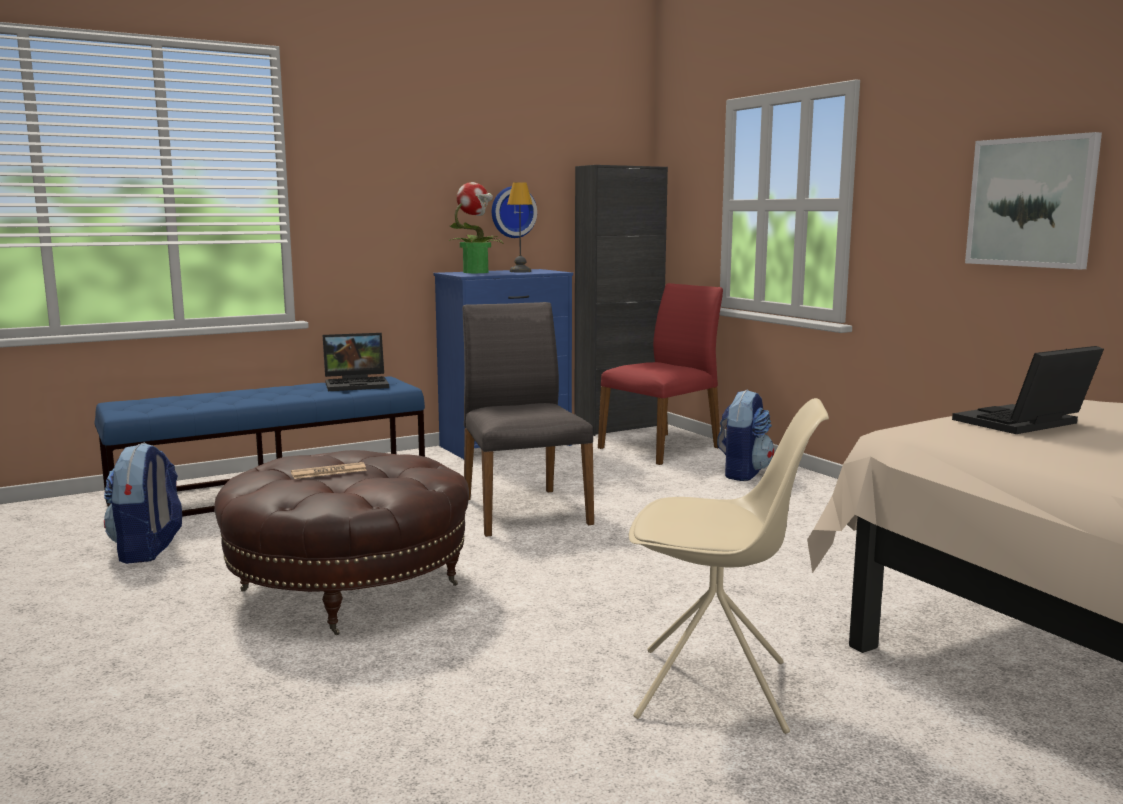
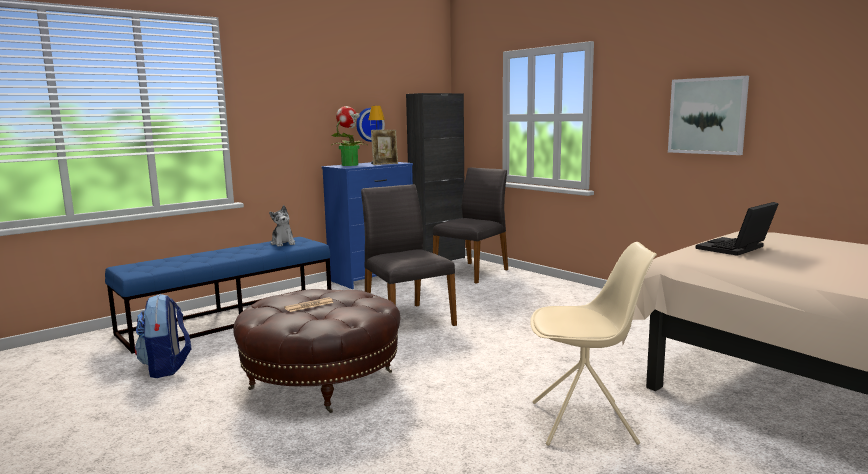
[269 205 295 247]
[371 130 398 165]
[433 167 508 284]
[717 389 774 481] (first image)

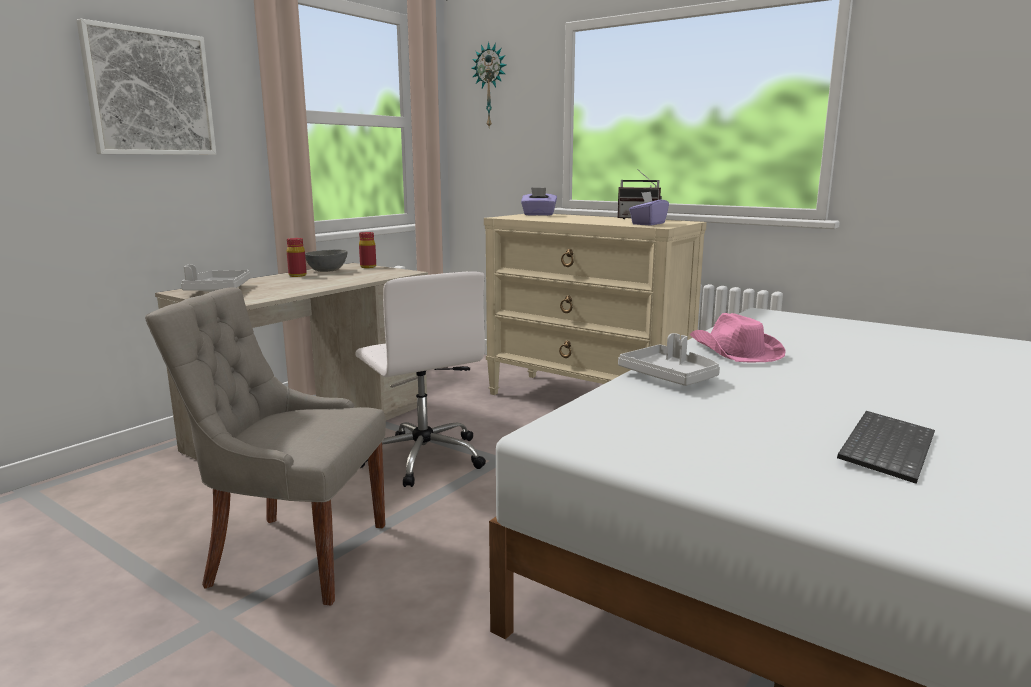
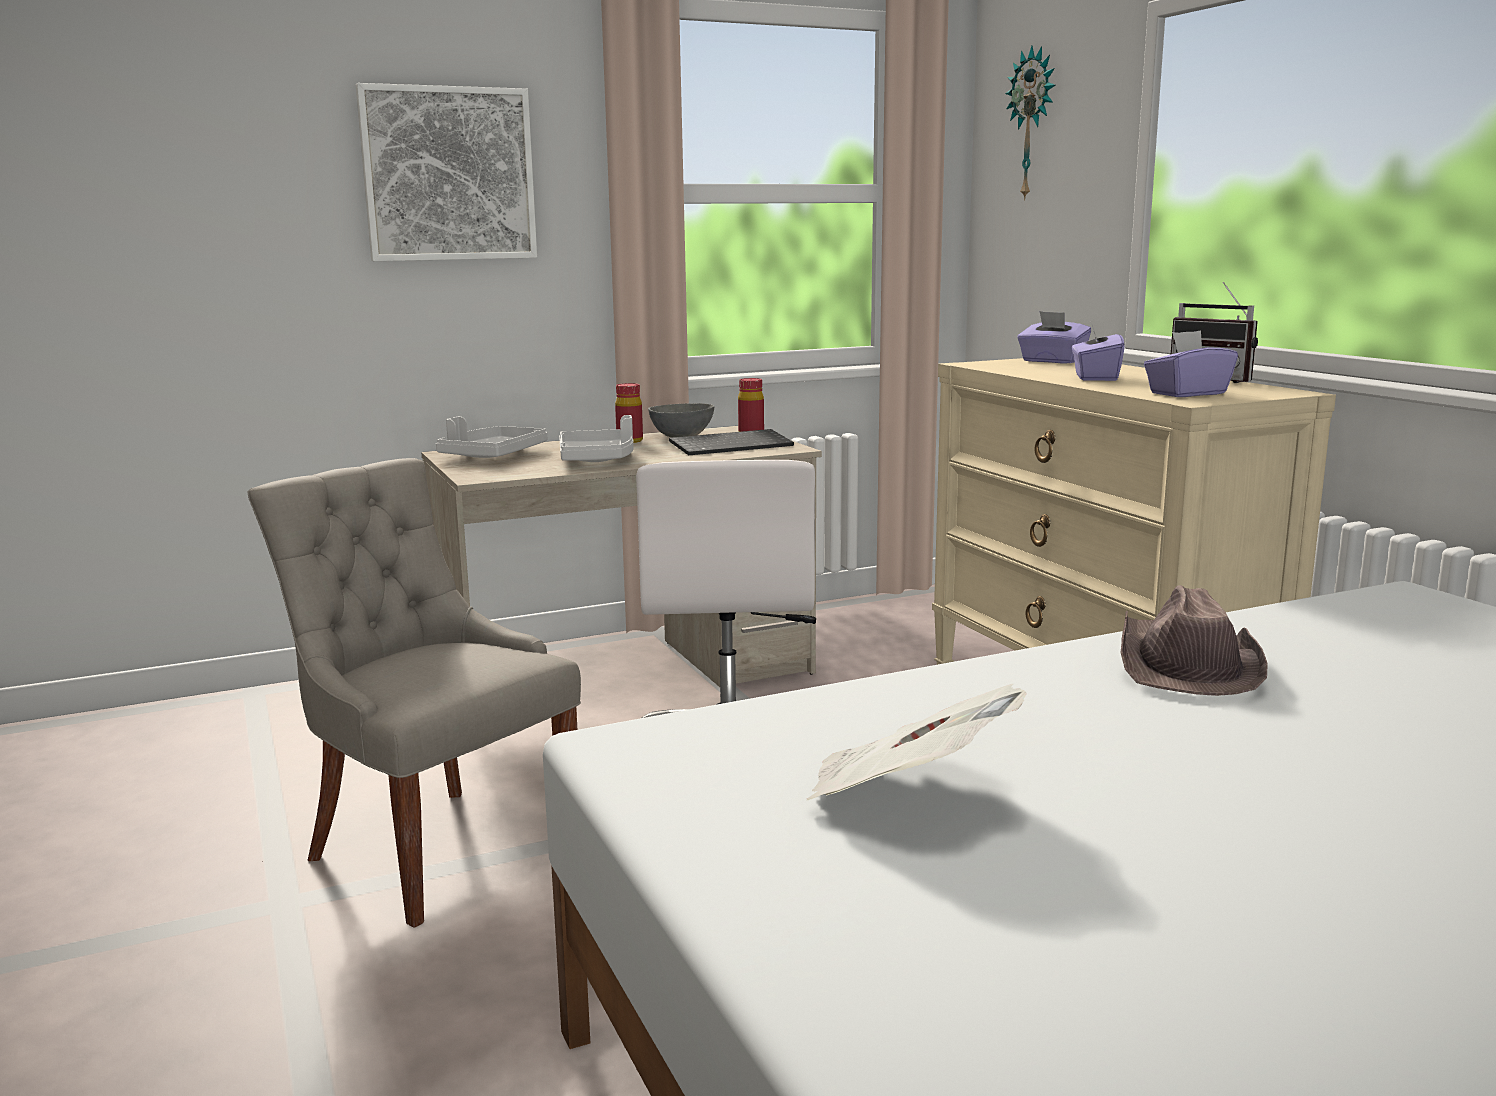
[559 415 634 462]
[669 429 794 455]
[806 684 1026 801]
[1072 323 1125 381]
[1121 585 1268 696]

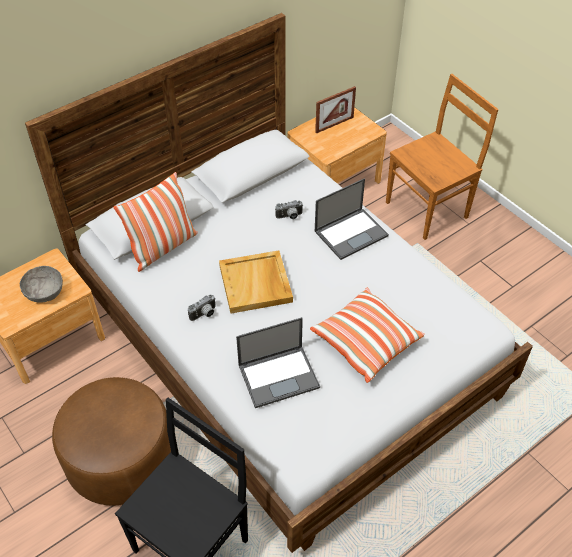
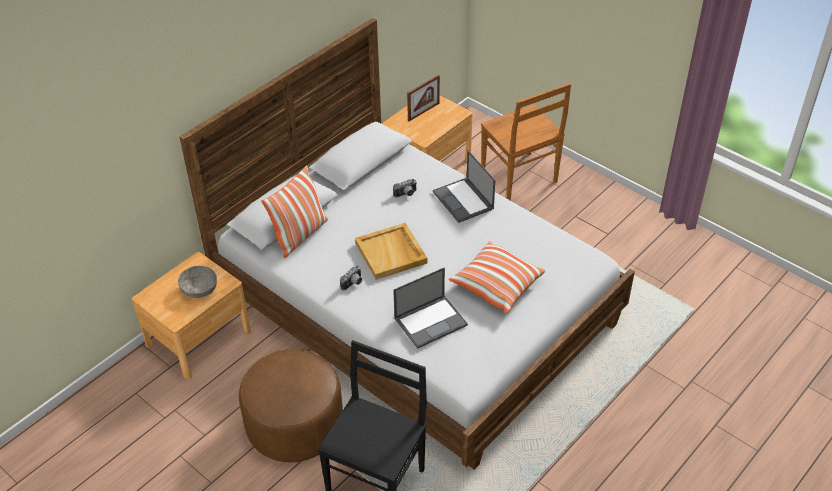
[433 150 495 223]
[481 83 571 201]

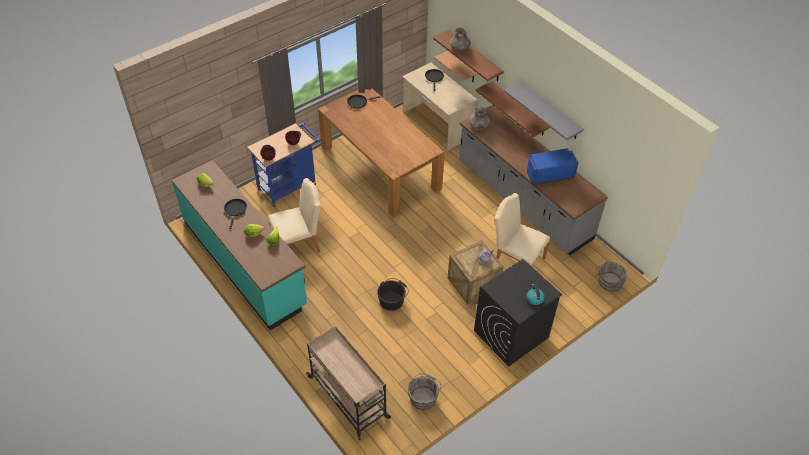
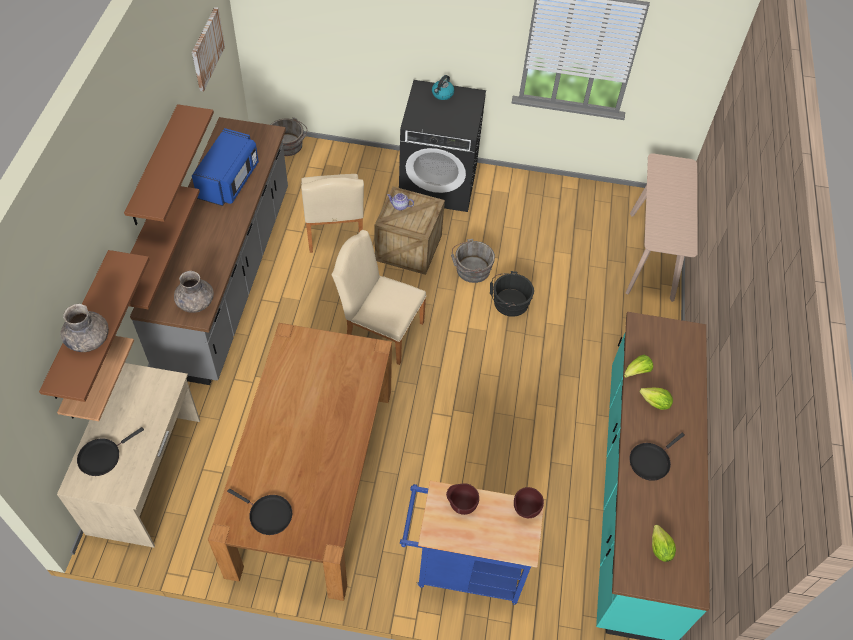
[124 104 214 225]
[192 7 225 92]
[192 128 259 206]
[332 230 426 365]
[451 239 495 283]
[626 153 698 302]

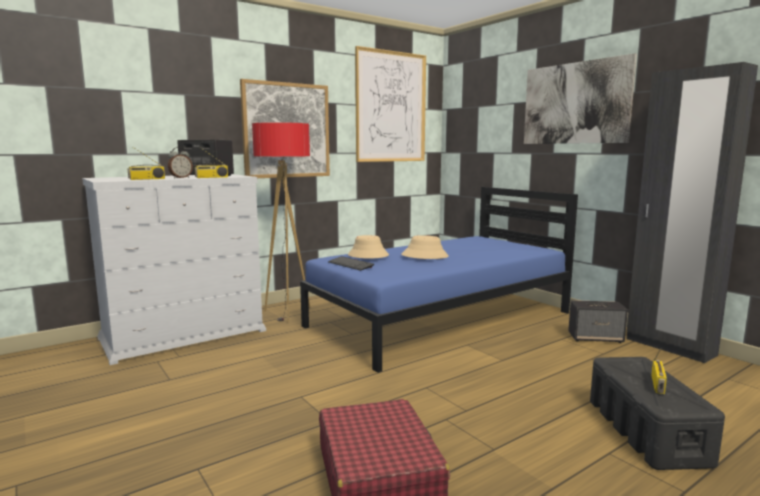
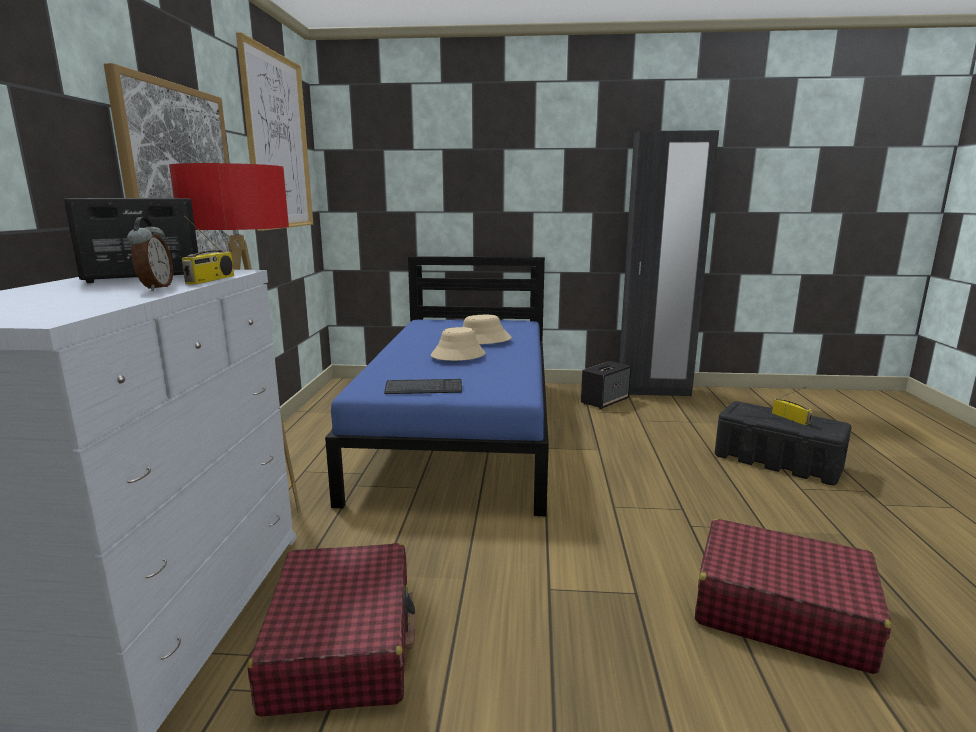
[248 543 415 717]
[462 315 512 344]
[127 147 165 180] (first image)
[524 53 637 144] (first image)

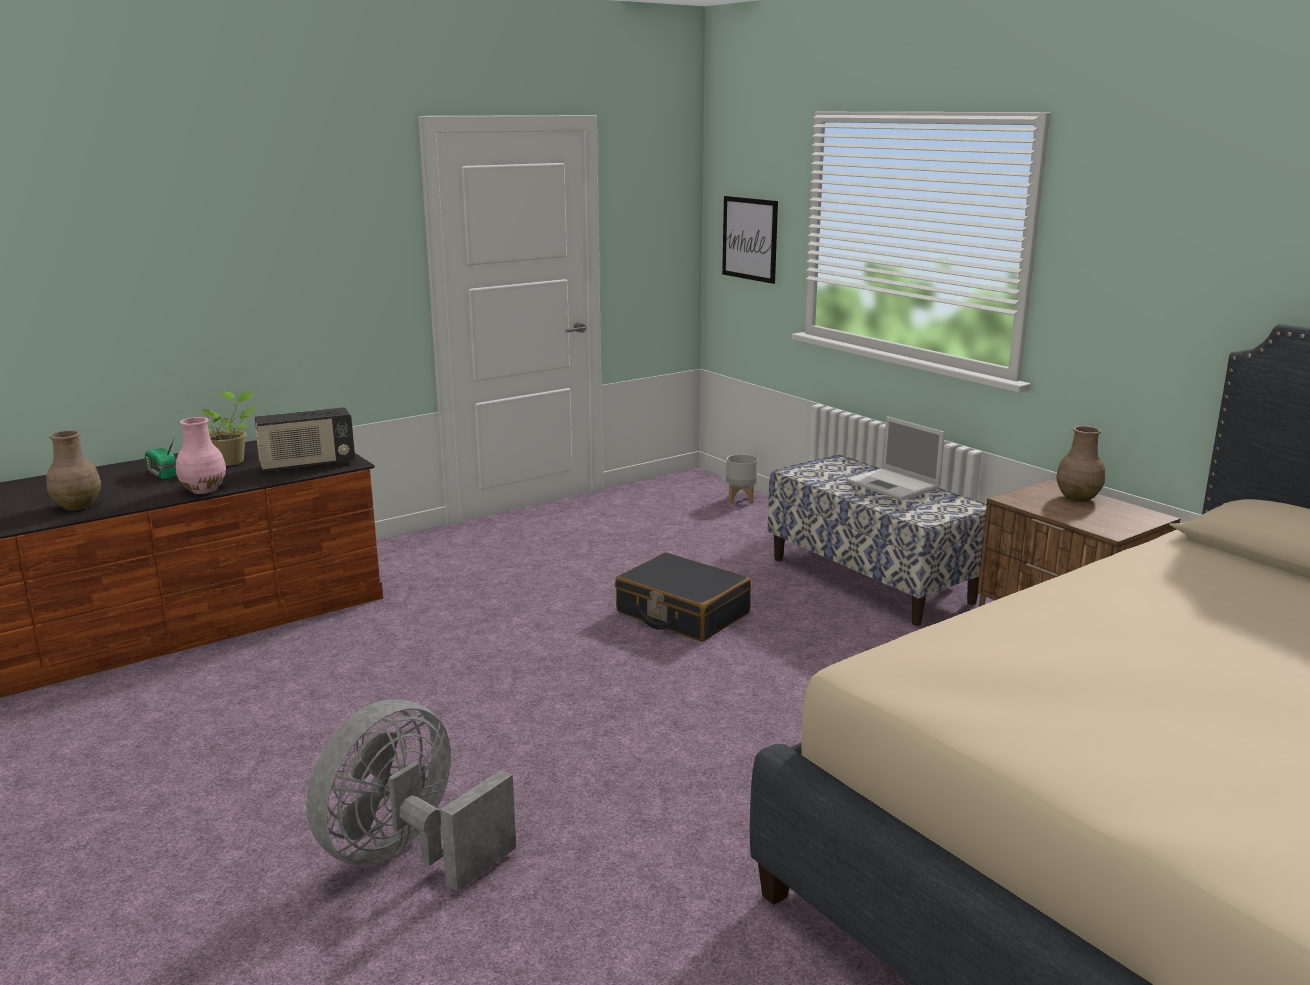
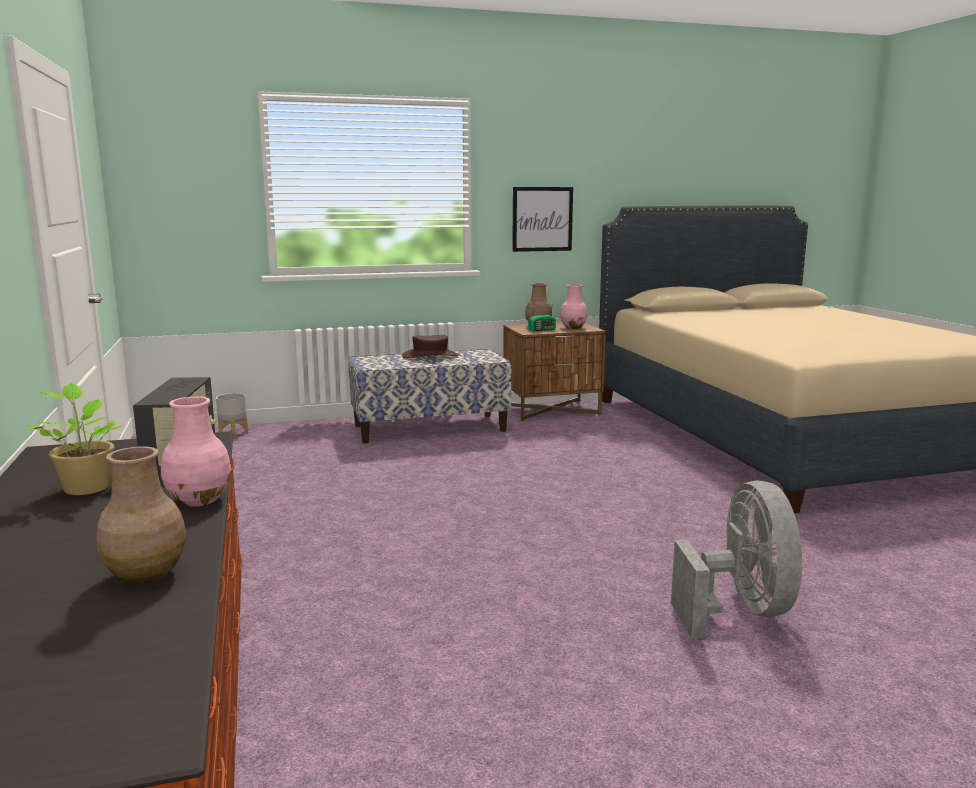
[402 335 459 358]
[512 187 573 252]
[528 304 556 332]
[560 284 587 329]
[671 480 802 639]
[615 552 751 642] (first image)

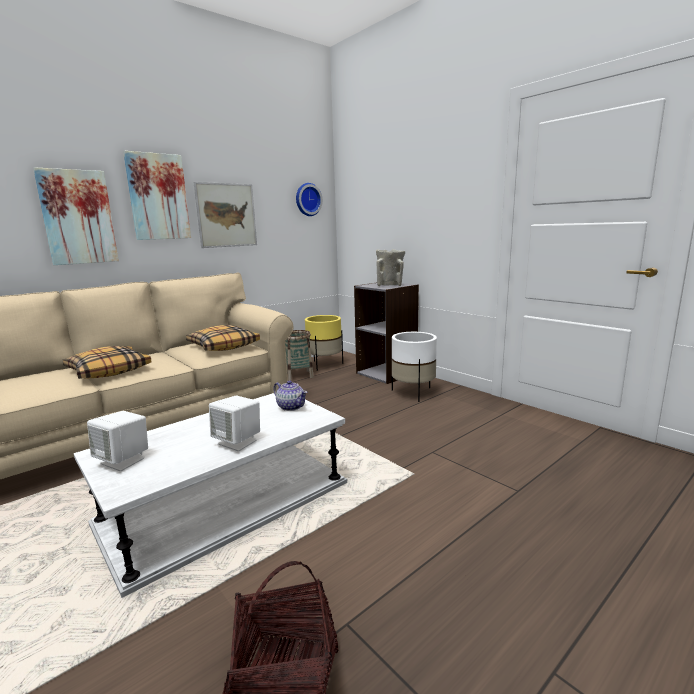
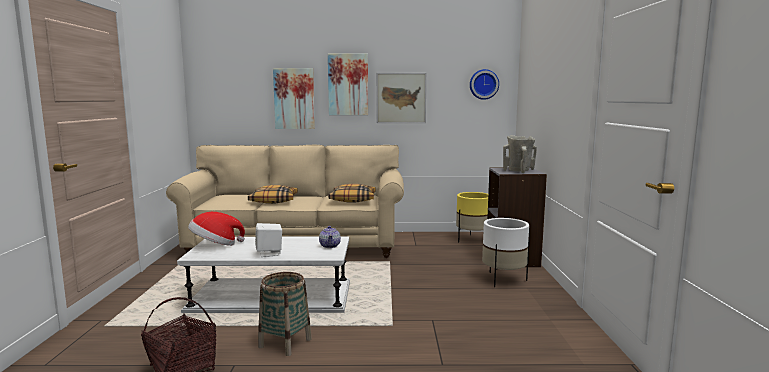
[188 212 245 246]
[258 272 312 356]

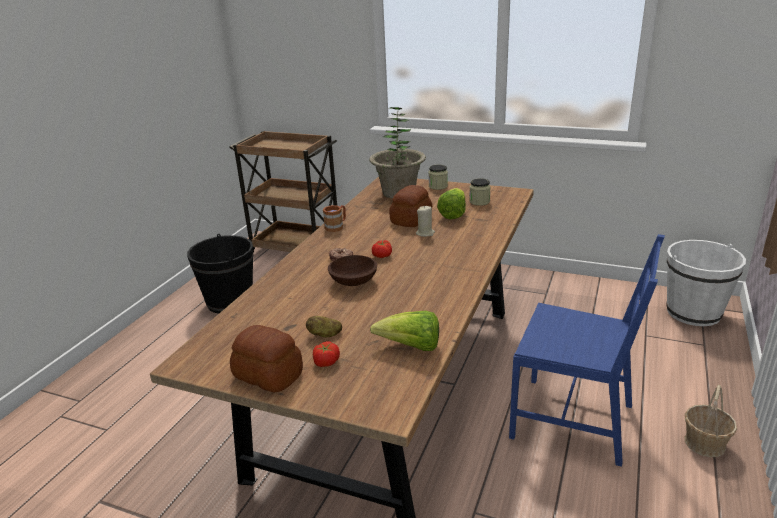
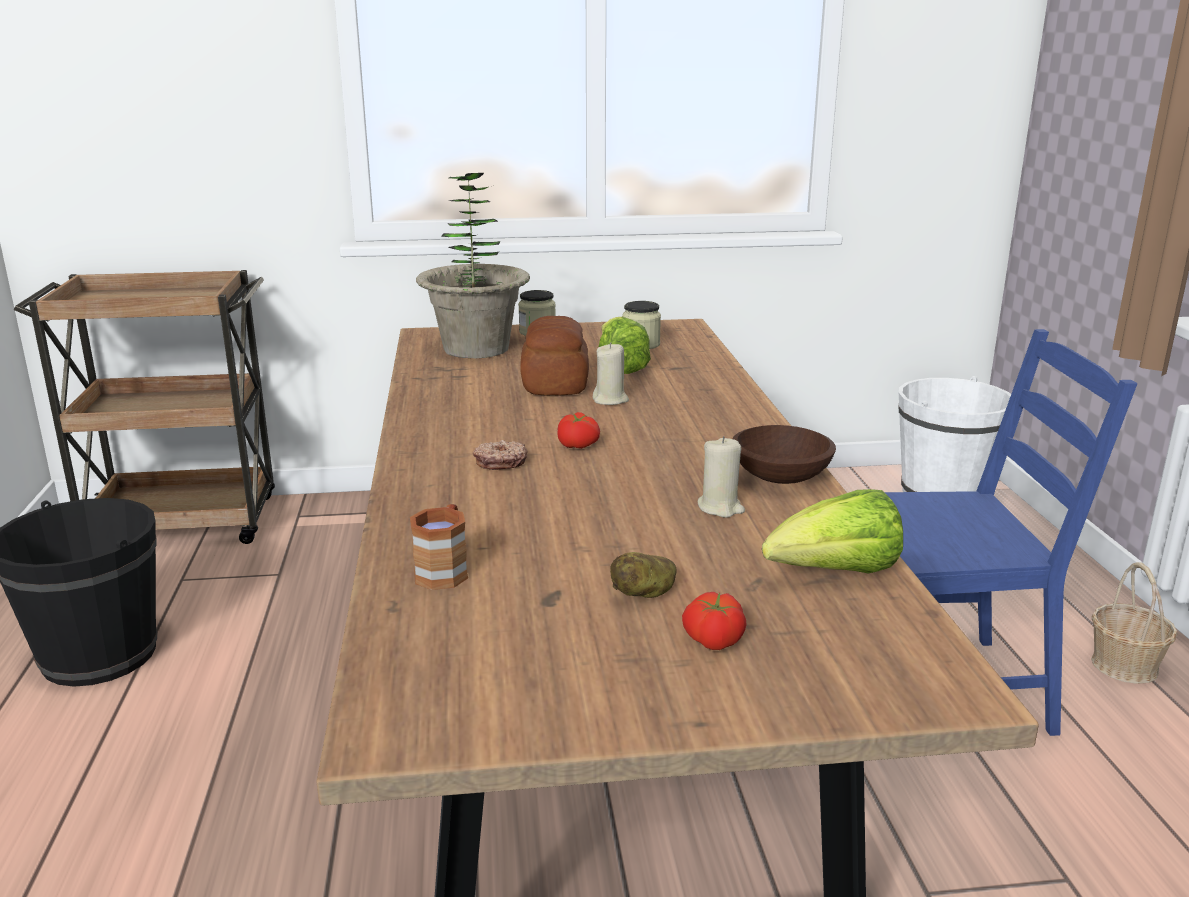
[410 504 468 590]
[698 436 745 518]
[732 425 836 484]
[230 325 303 393] (first image)

